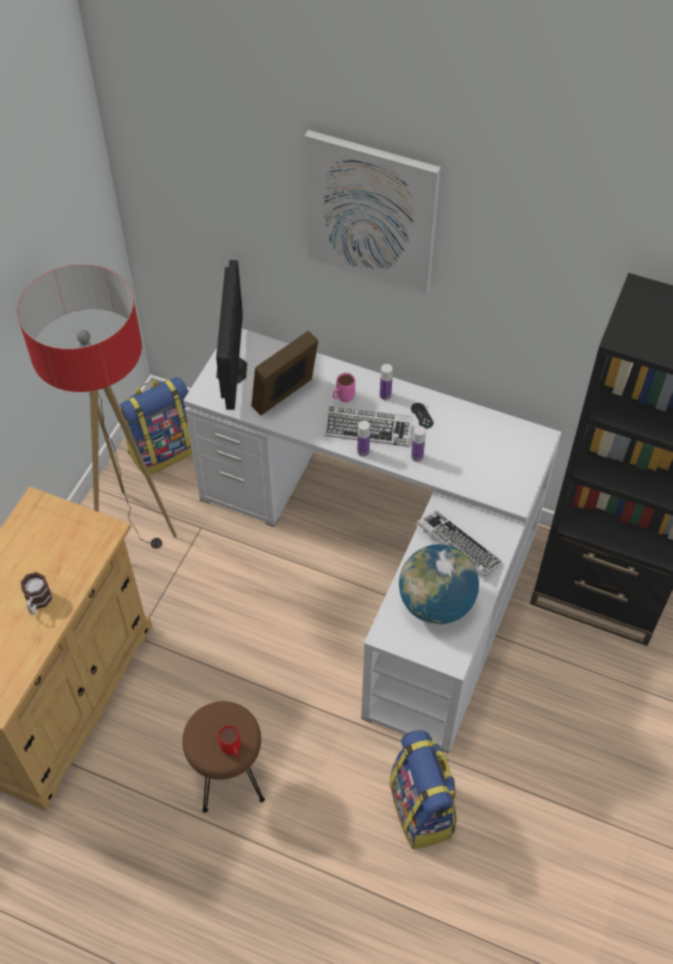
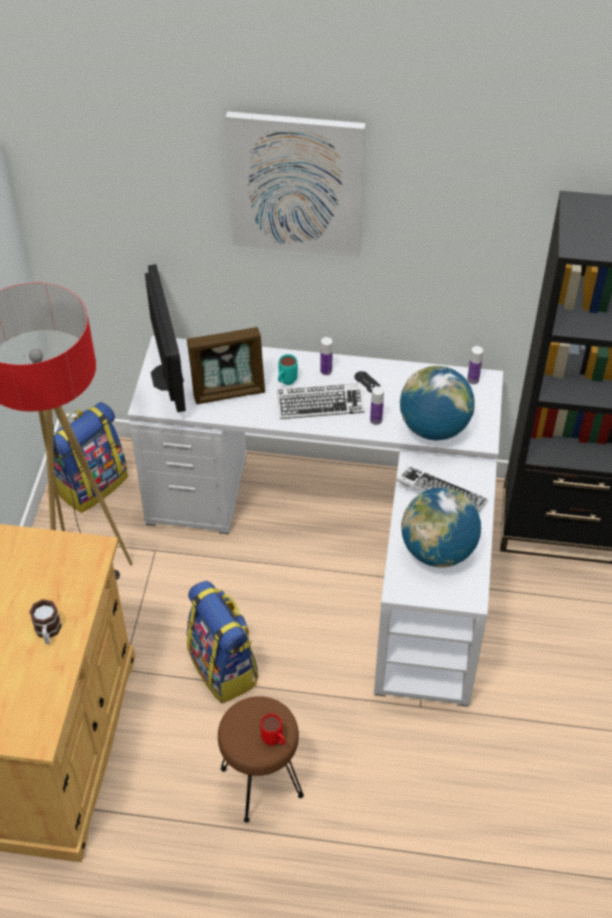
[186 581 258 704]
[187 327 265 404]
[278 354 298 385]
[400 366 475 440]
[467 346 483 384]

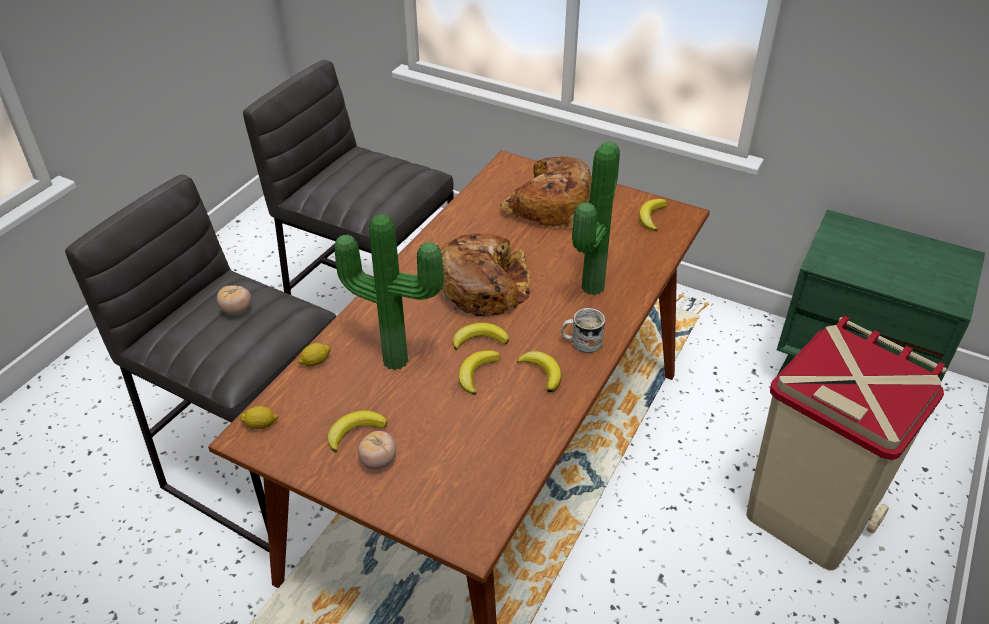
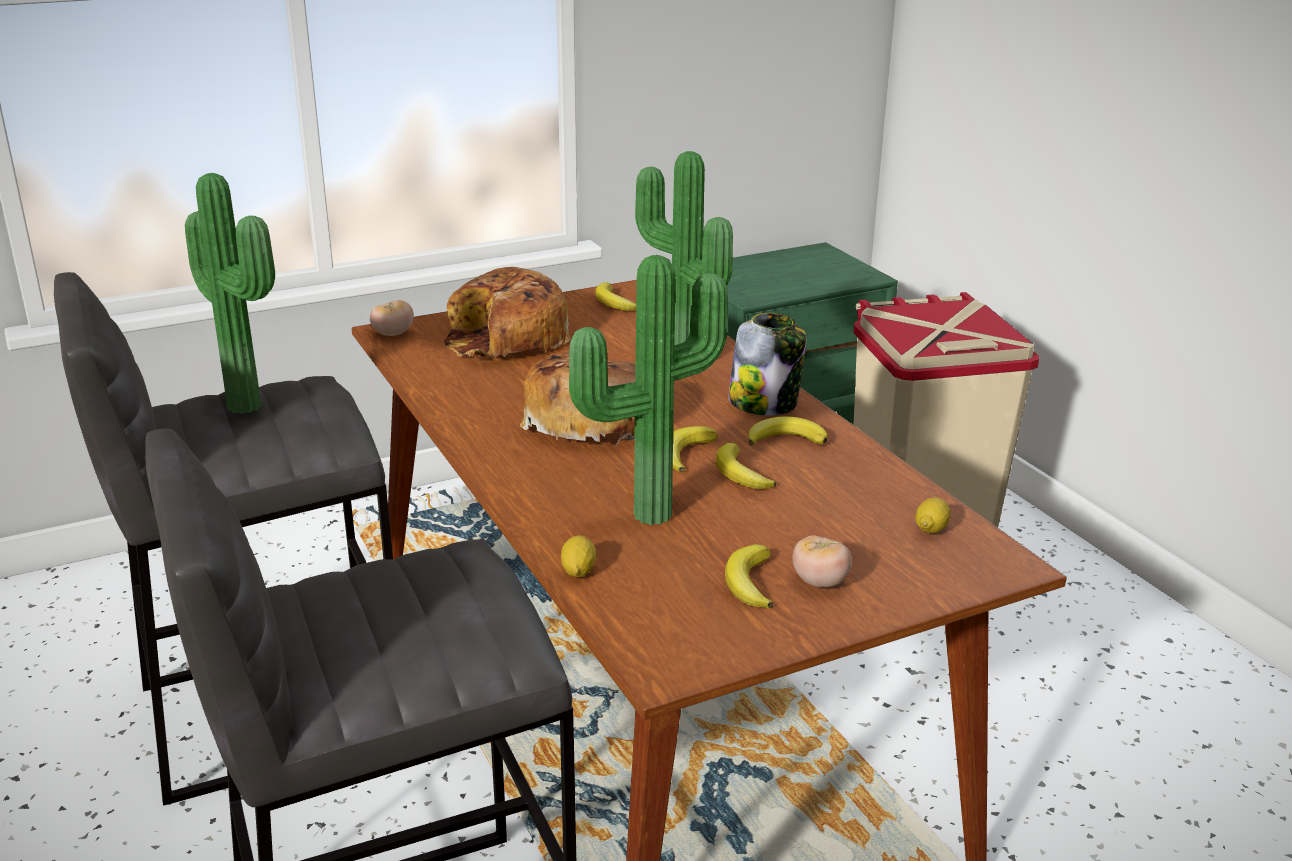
[185 173 275 414]
[370 300 414 336]
[729 313 806 415]
[915 498 951 533]

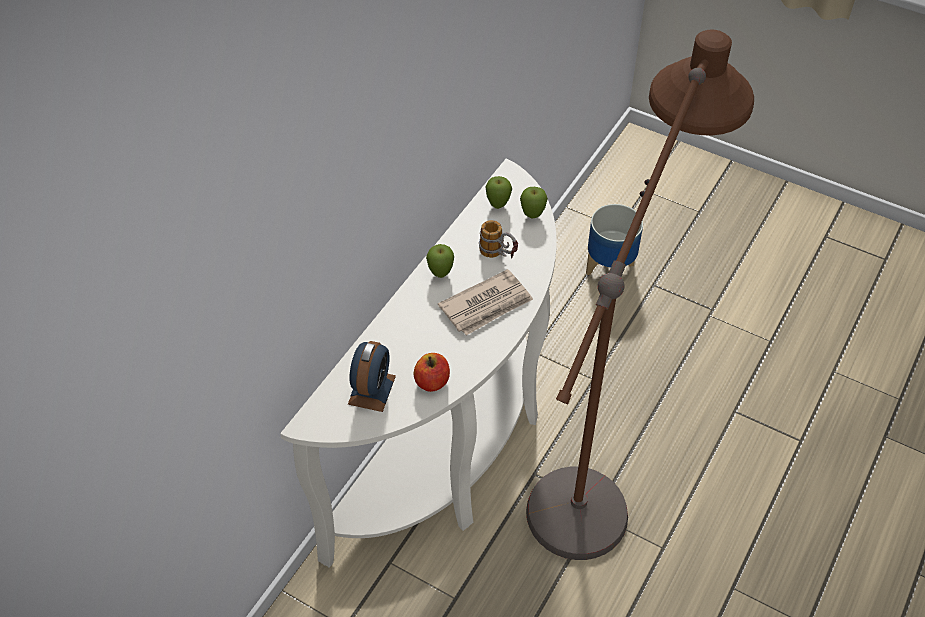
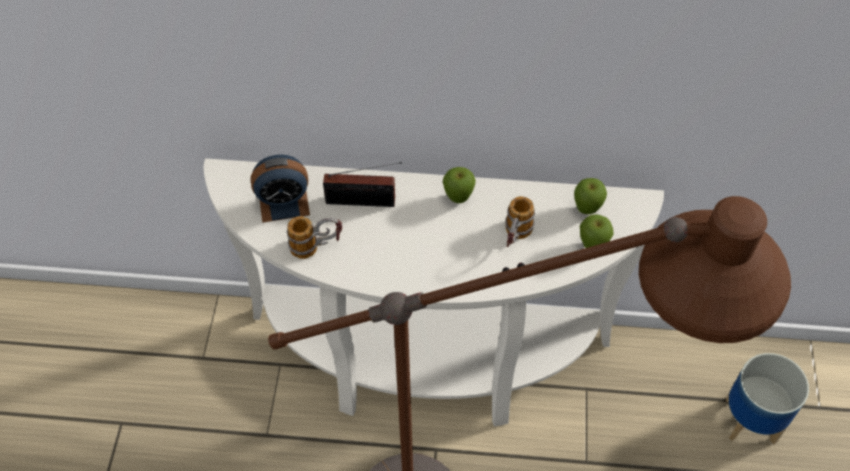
[287 216 342 259]
[323 162 402 207]
[438 269 533 336] (first image)

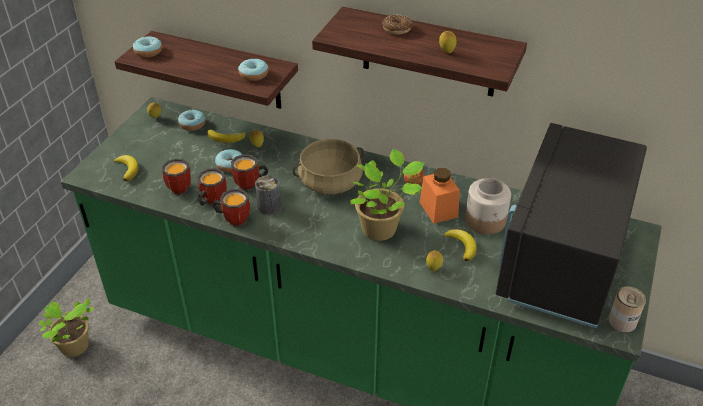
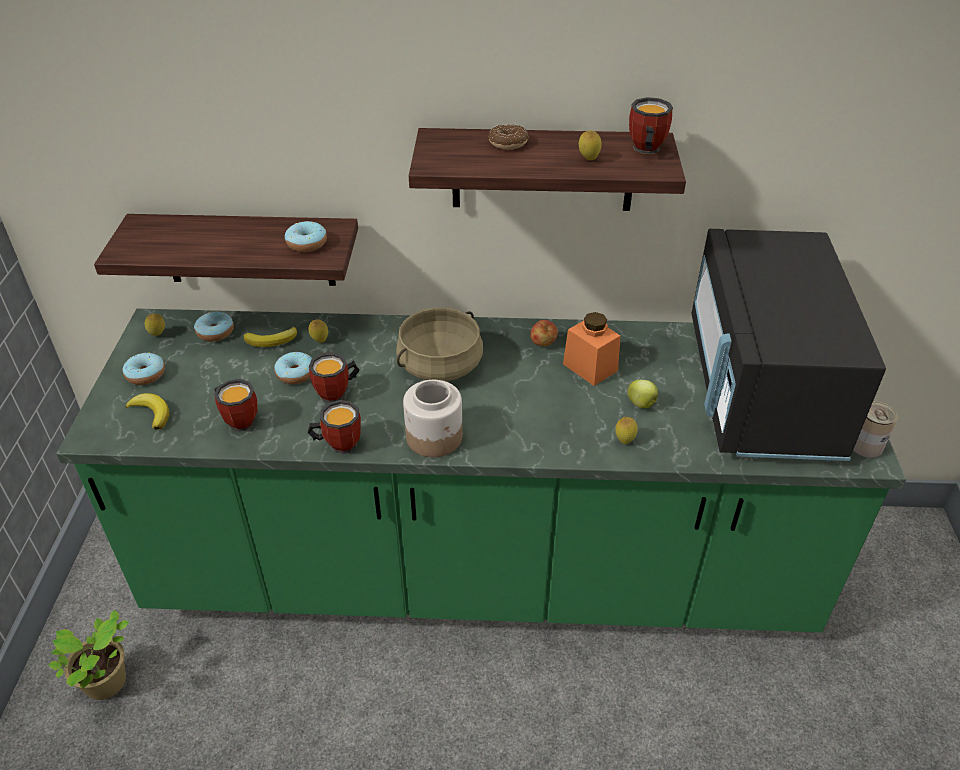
[123 352 165 385]
[403 380 463 457]
[628 380 658 408]
[629 97 673 154]
[255 175 281 215] (first image)
[350 149 425 241] (first image)

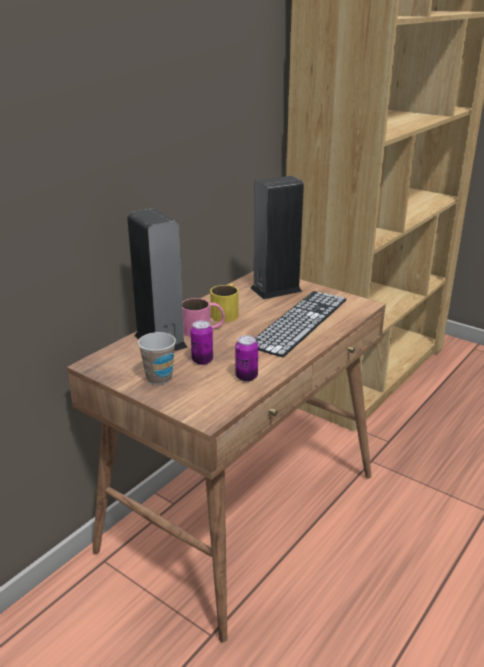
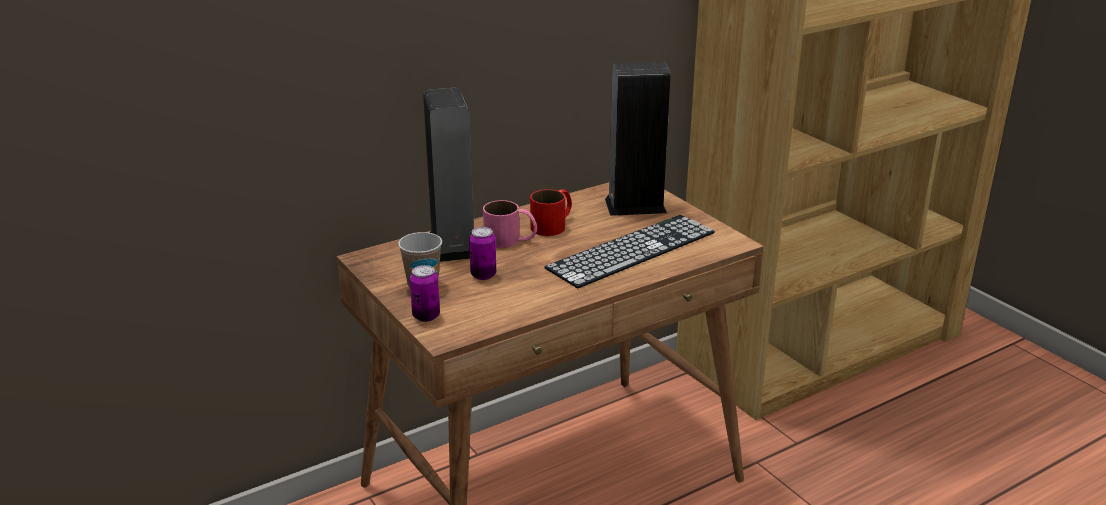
[410 265 440 322]
[530 189 572 236]

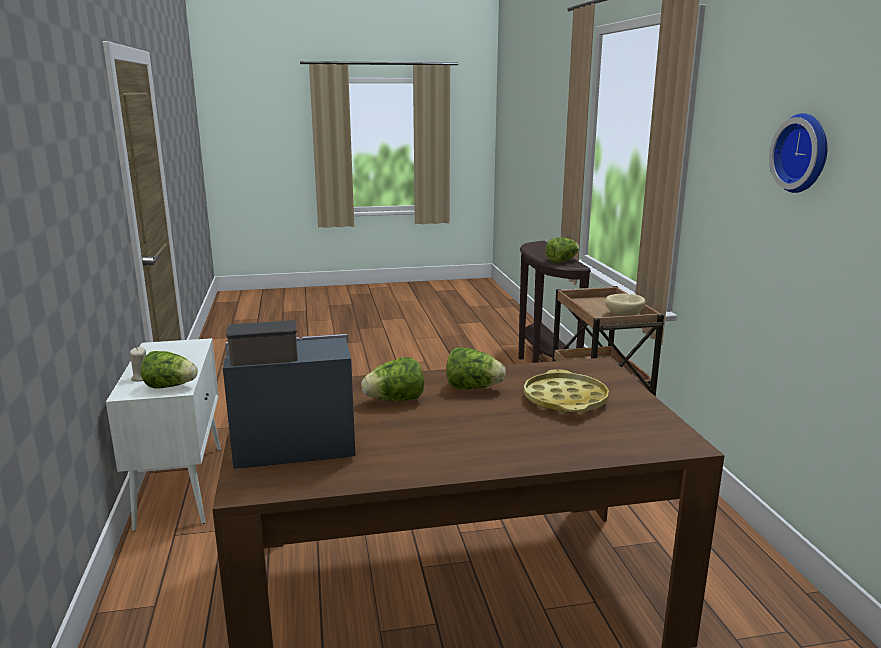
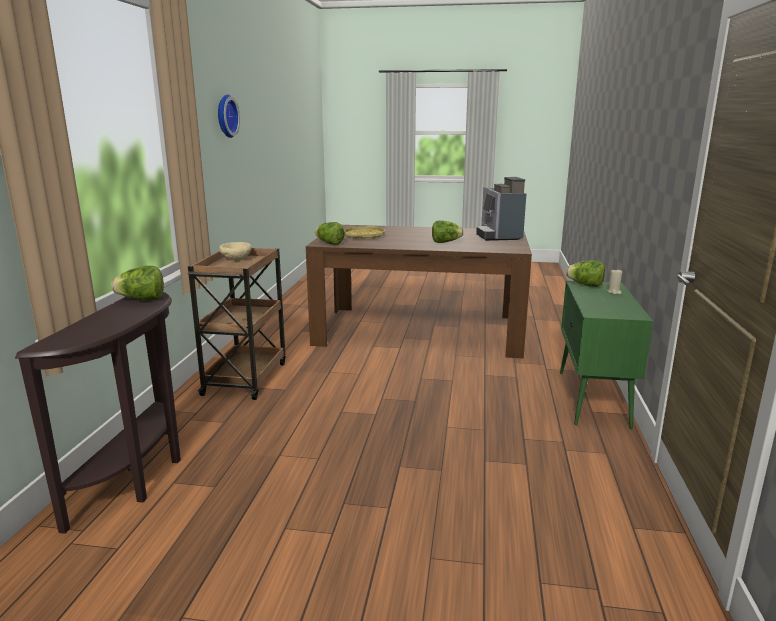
[315 222 345 245]
[476 177 526 241]
[560 281 653 429]

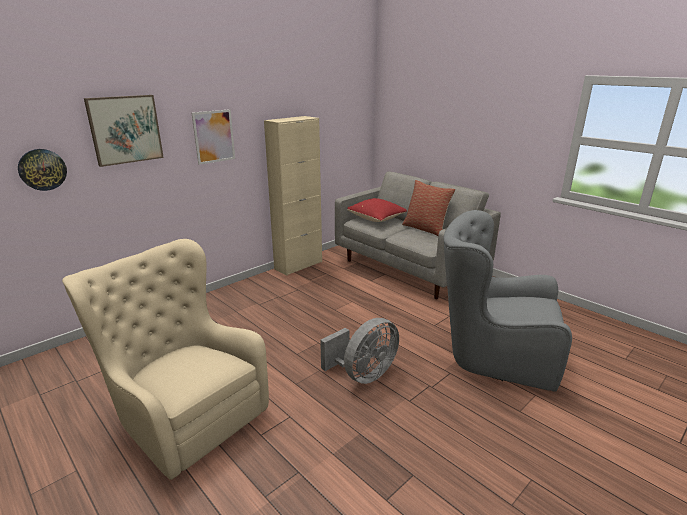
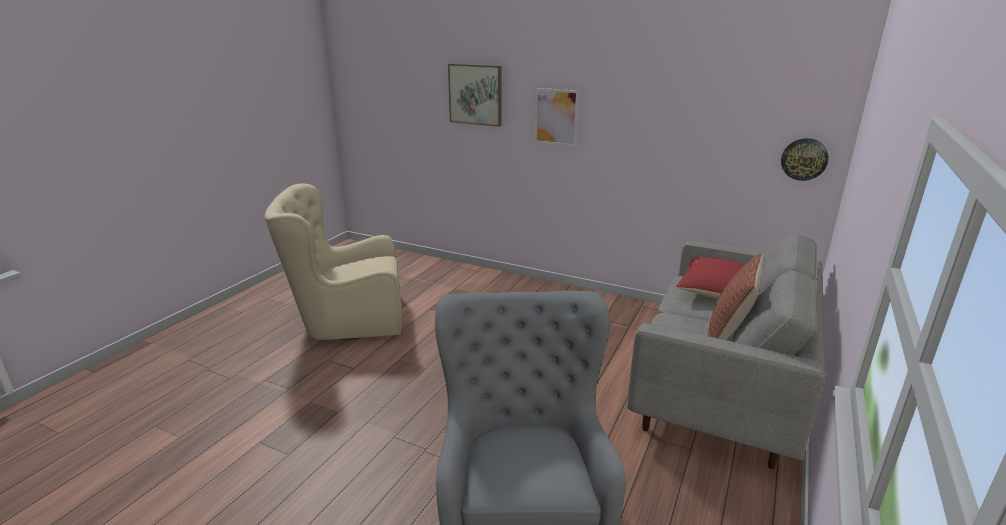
[264 183 402 340]
[781 138 829 181]
[264 116 322 276] (first image)
[320 318 399 384] (first image)

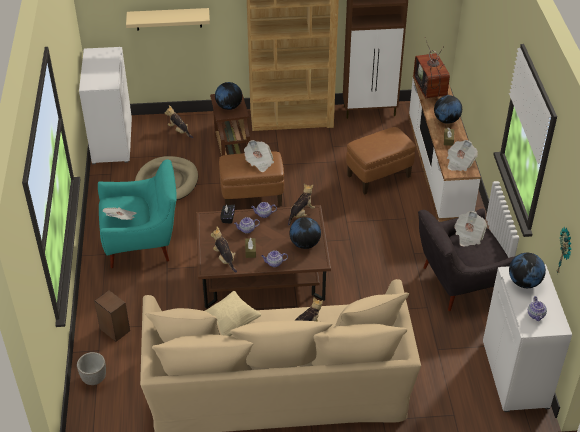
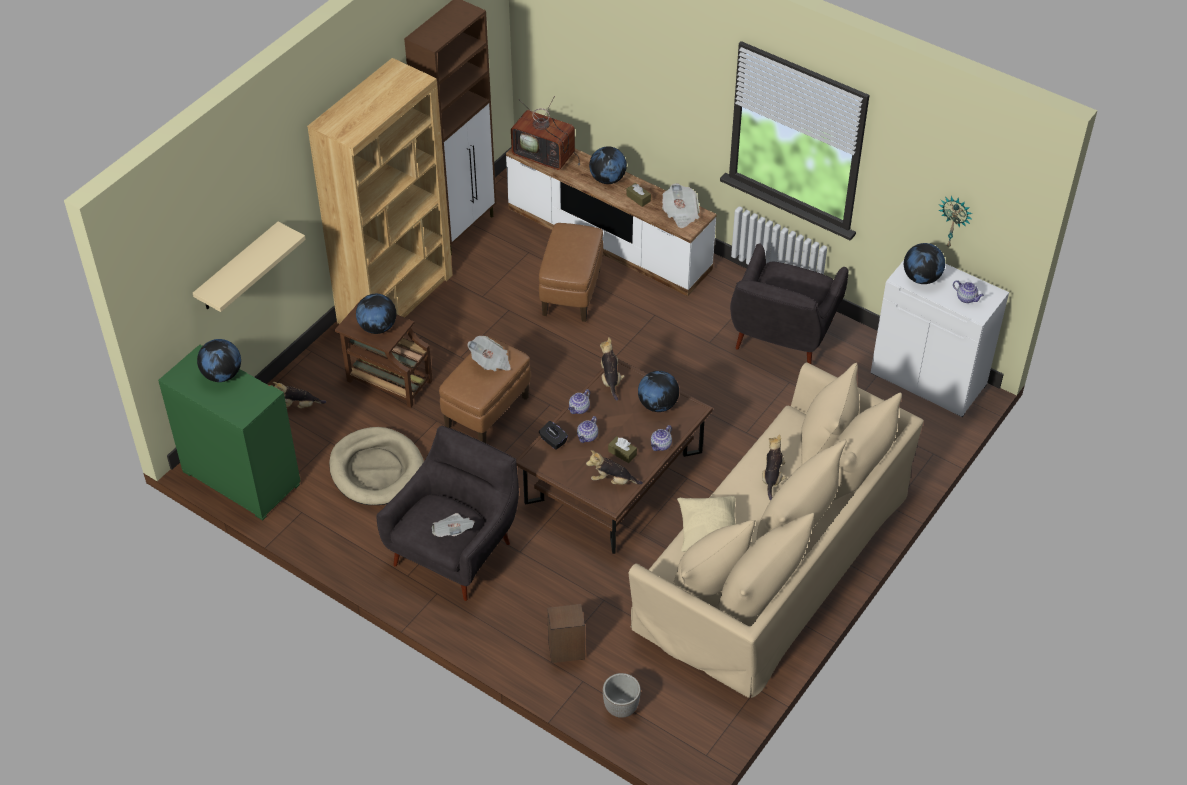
[158 345 301 520]
[197 339 241 382]
[377 426 519 601]
[454 211 487 246] (first image)

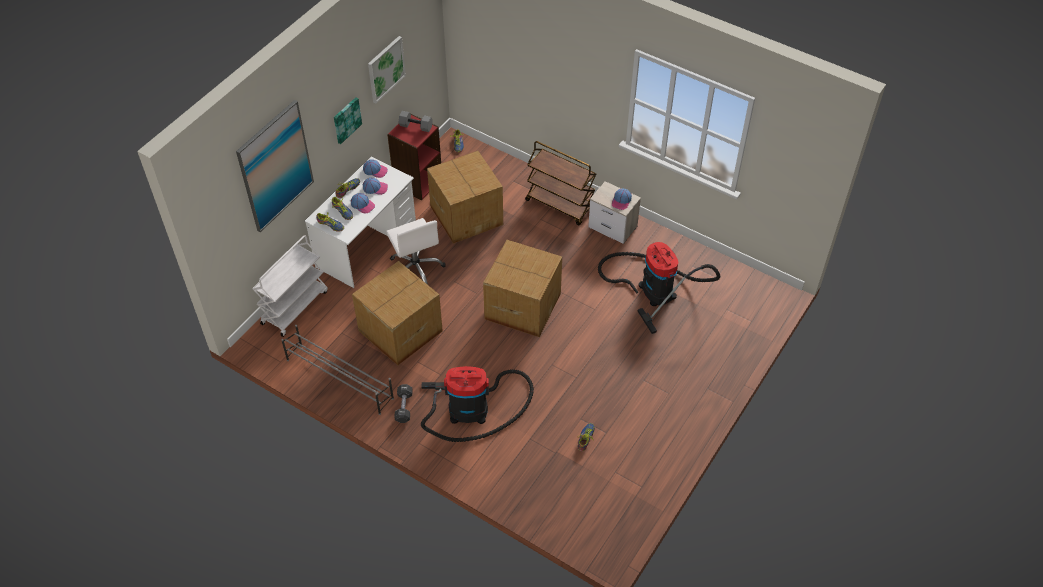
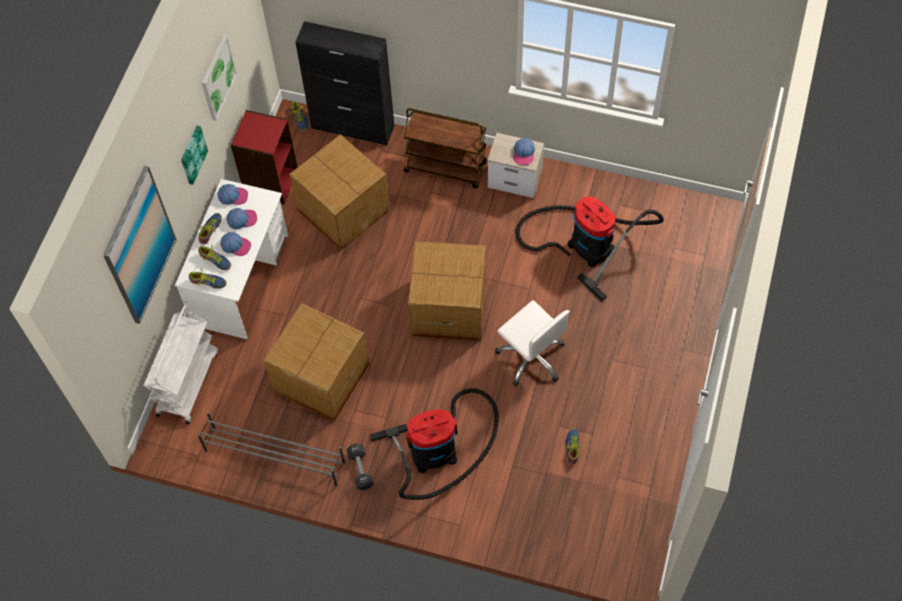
[295 21 394 145]
[495 300 570 387]
[399 111 433 132] (first image)

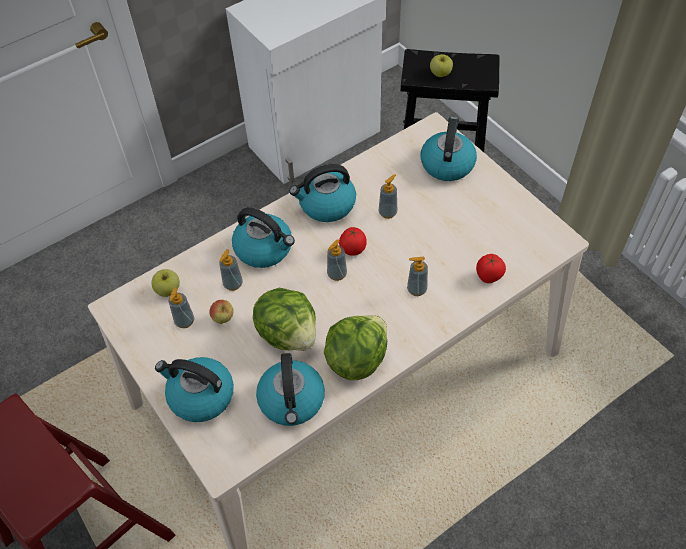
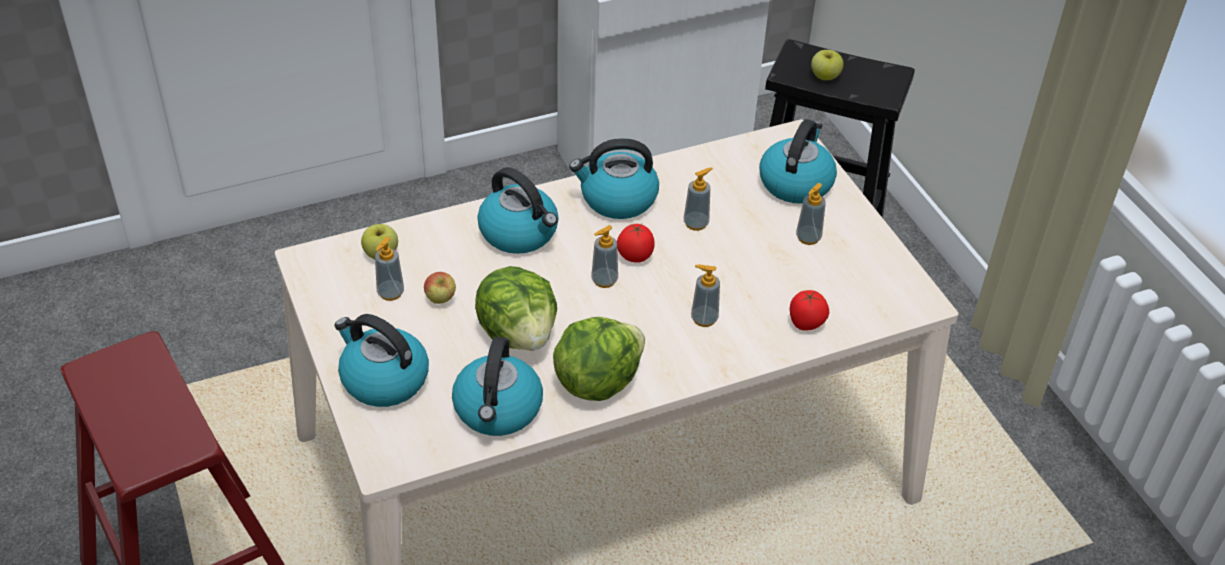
[796 183 826 245]

